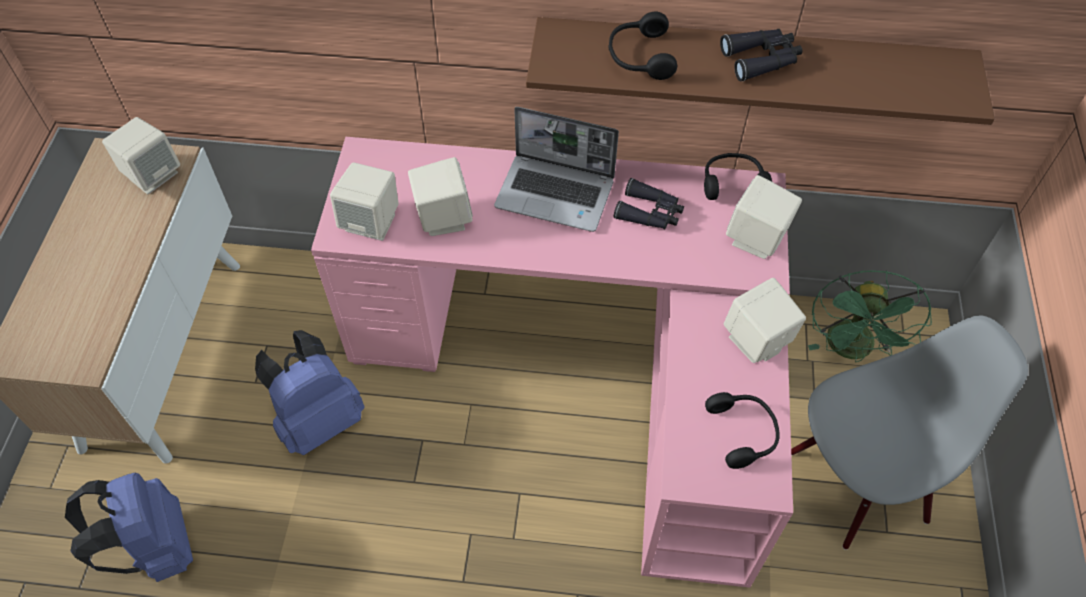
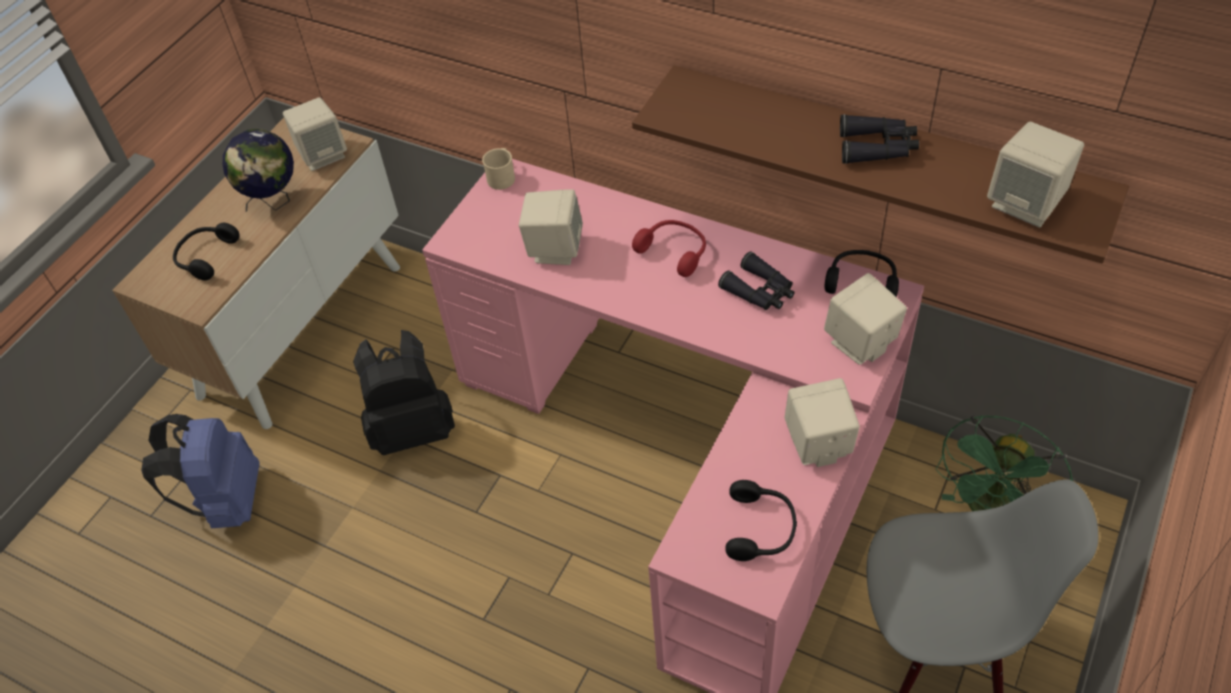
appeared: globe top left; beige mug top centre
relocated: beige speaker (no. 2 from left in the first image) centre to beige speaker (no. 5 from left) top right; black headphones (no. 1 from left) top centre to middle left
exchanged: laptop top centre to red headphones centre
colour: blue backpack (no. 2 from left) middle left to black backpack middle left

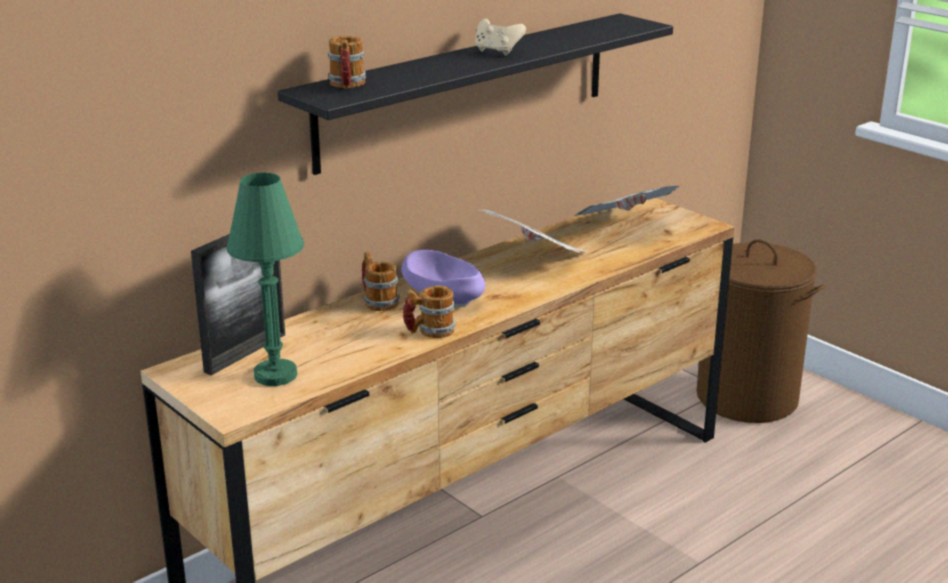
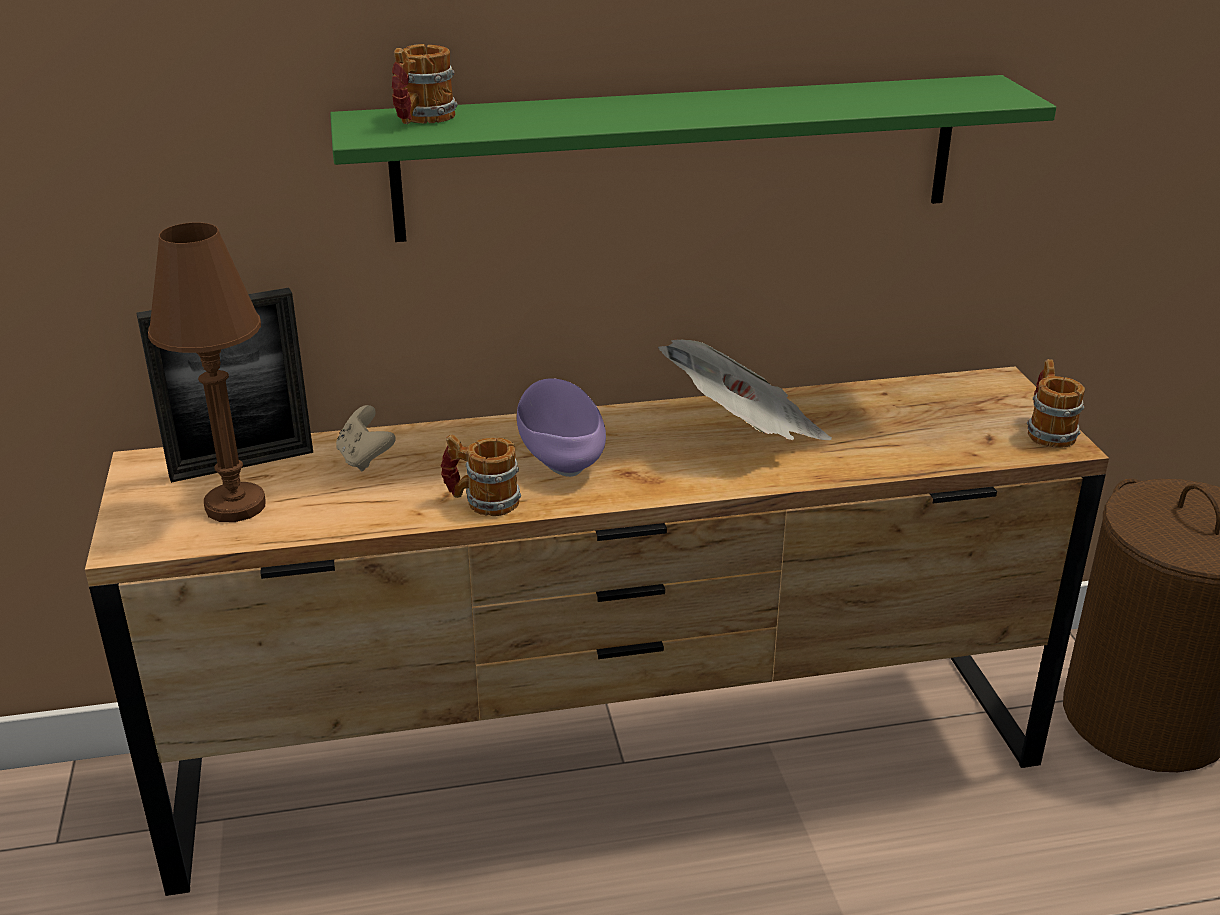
missing: newspaper (no. 2 from left) centre
relocated: mug (no. 2 from left in the first image) centre to mug (no. 3 from left) middle right; beige game controller top centre to middle left
colour: green table lamp middle left to brown table lamp middle left; black shelf top centre to green shelf top centre

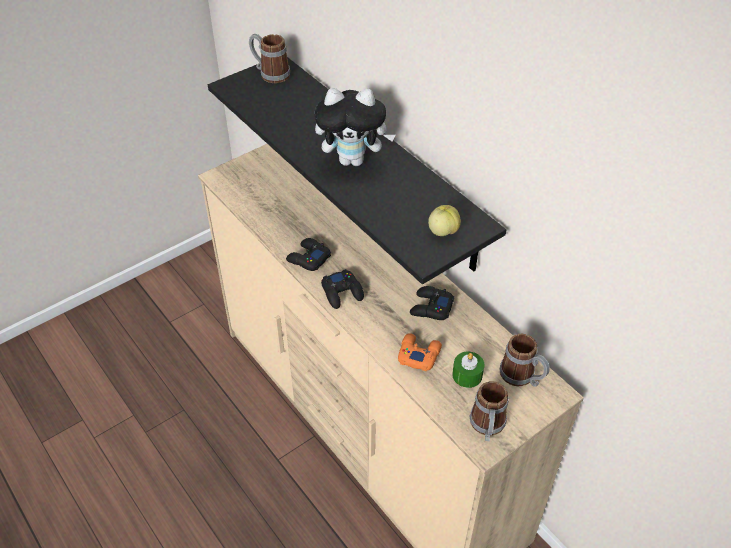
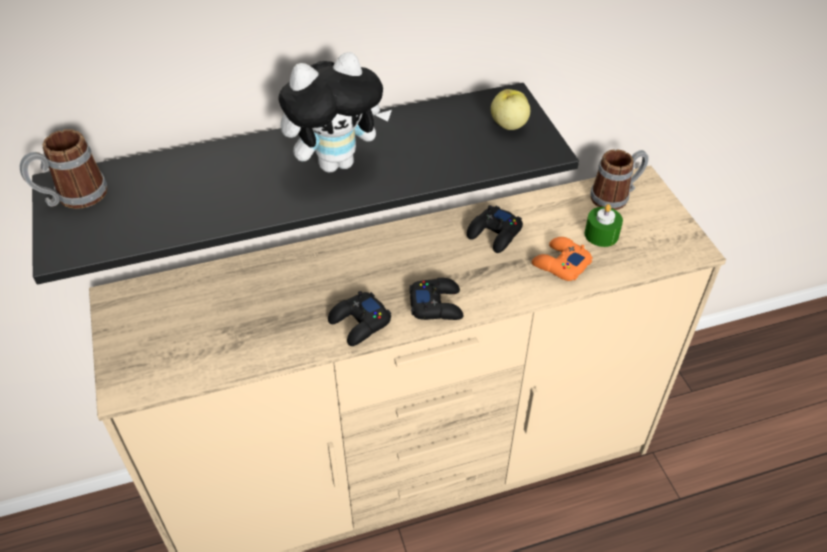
missing: mug (no. 2 from left) bottom right
spun: plush toy top centre = top centre 45 degrees clockwise

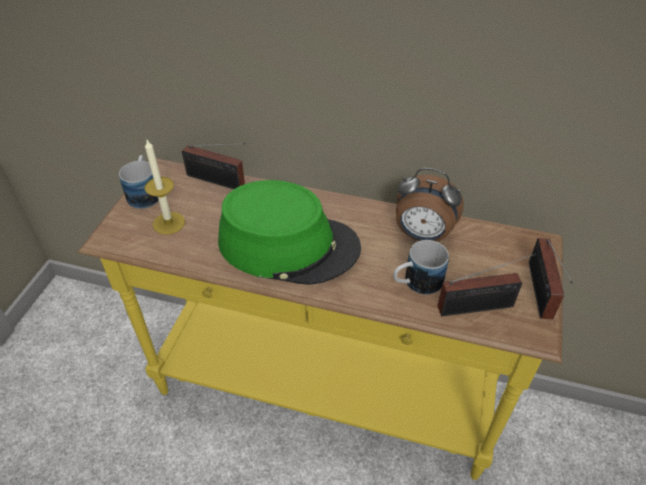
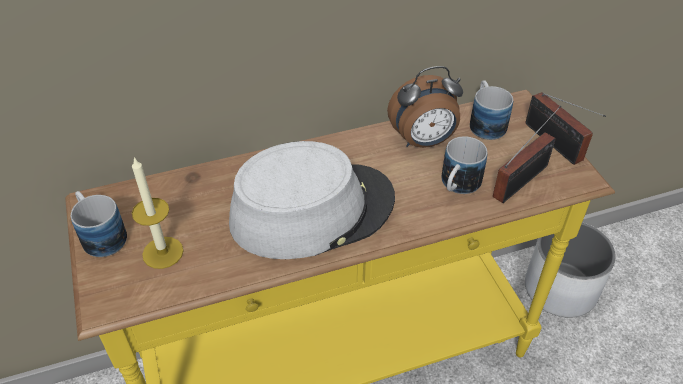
missing: radio (no. 1 from left) middle left
appeared: mug (no. 3 from left) top right; white planter bottom right
colour: green hat centre to grey hat centre

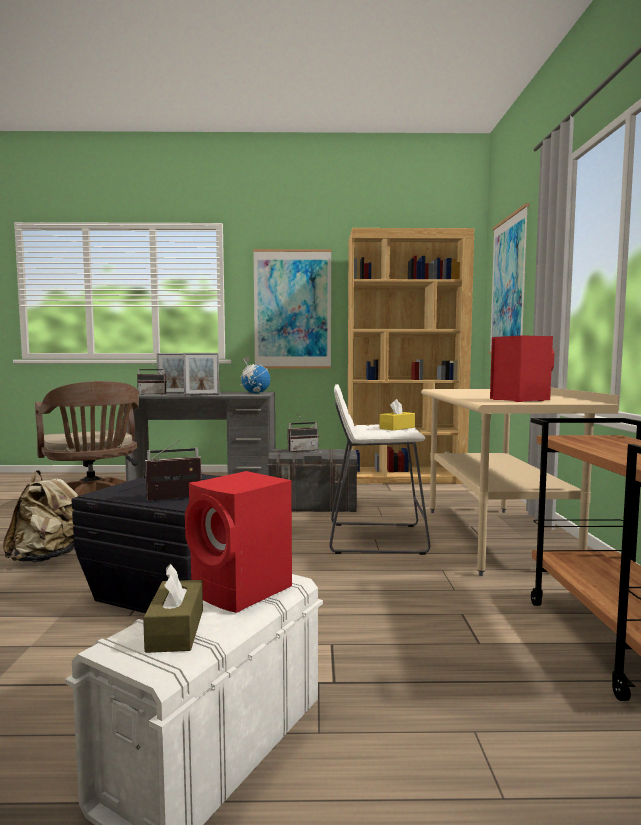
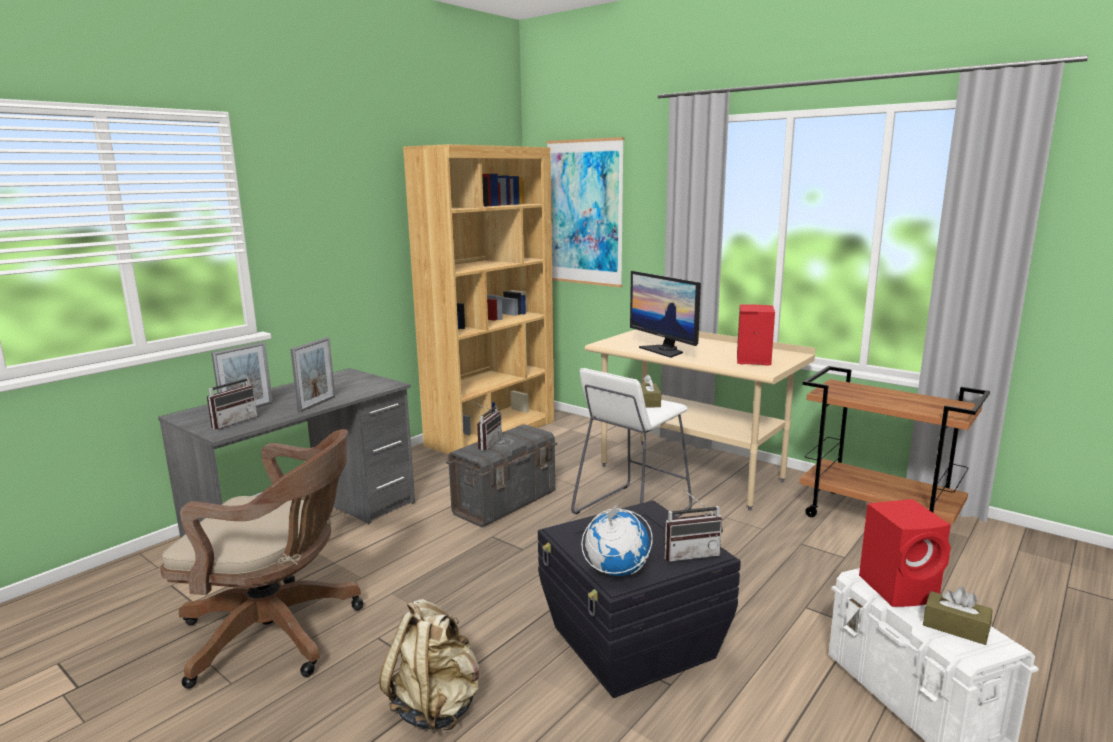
missing: picture (no. 1 from left) centre
appeared: monitor centre
relocated: globe centre to bottom centre
colour: yellow tissue box centre to brown tissue box (no. 1 from left) centre
spun: radio (no. 2 from left in the first image) middle left = bottom centre 120 degrees counterclockwise

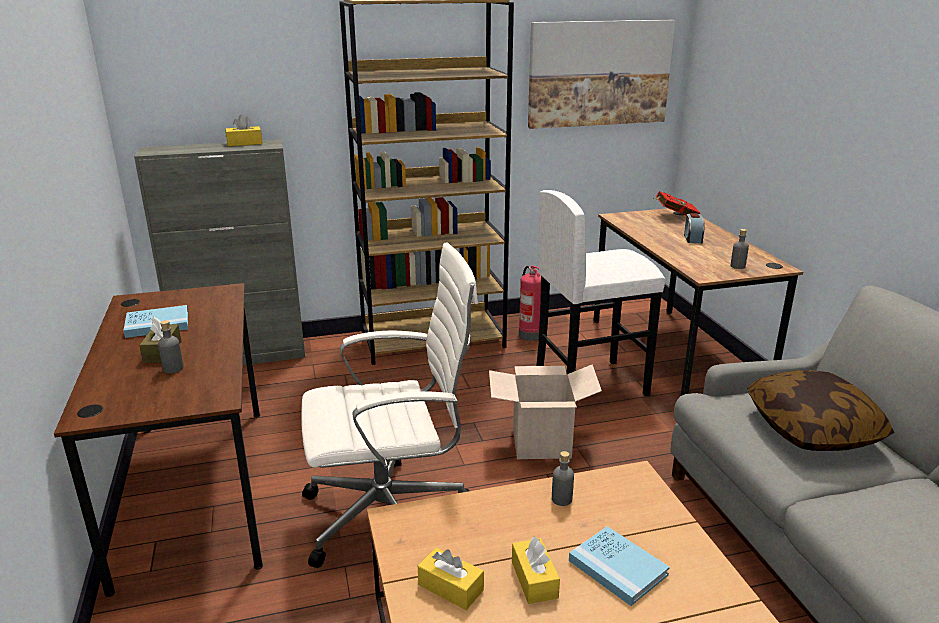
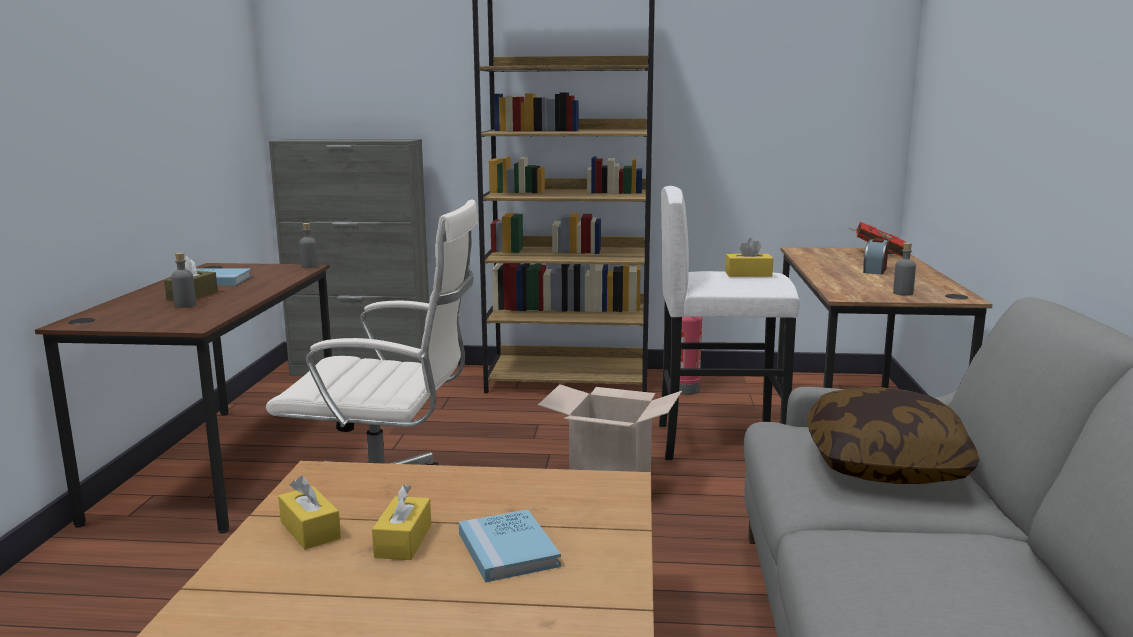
missing: picture top centre
relocated: yellow tissue box (no. 1 from left in the first image) top left to yellow tissue box (no. 3 from left) centre; grey bottle (no. 2 from left) bottom centre to middle left

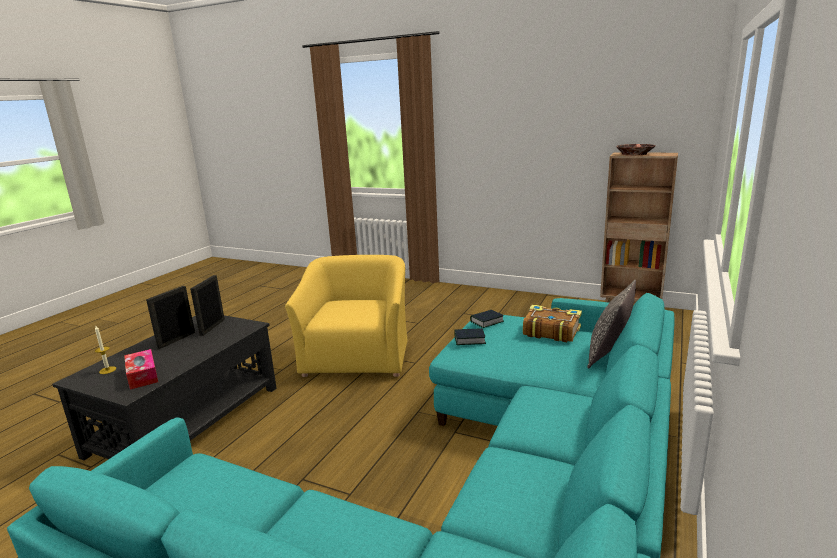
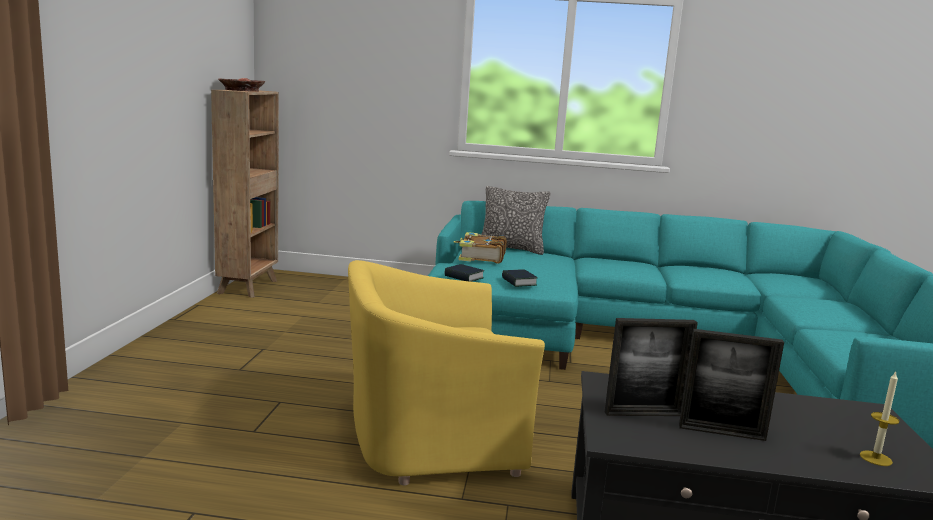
missing: tissue box middle left

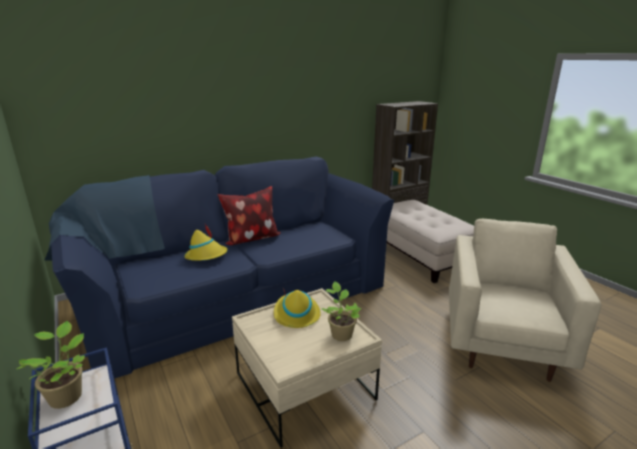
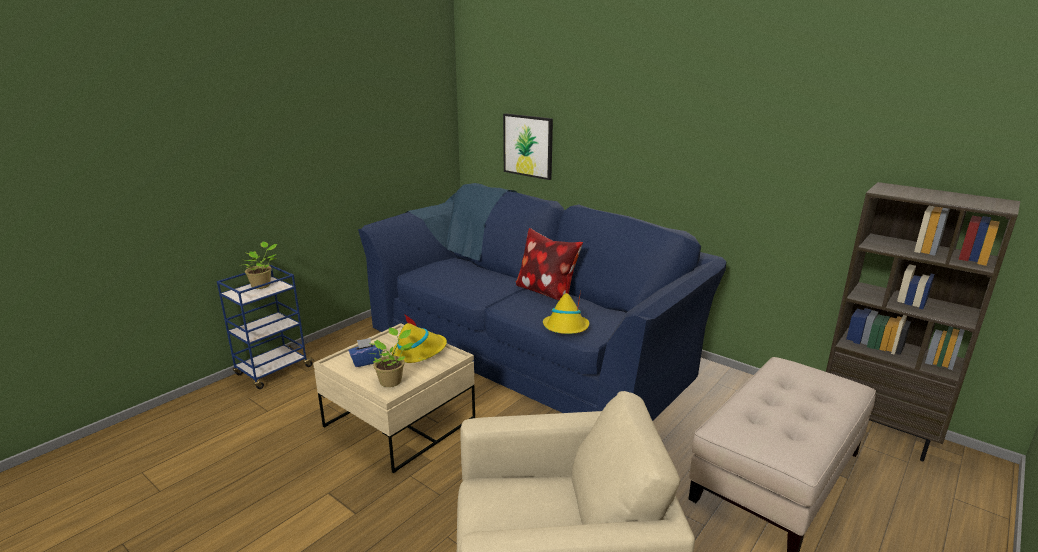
appeared: blue tissue box centre; picture top centre
relocated: yellow hat (no. 1 from left in the first image) middle left to yellow hat (no. 2 from left) centre

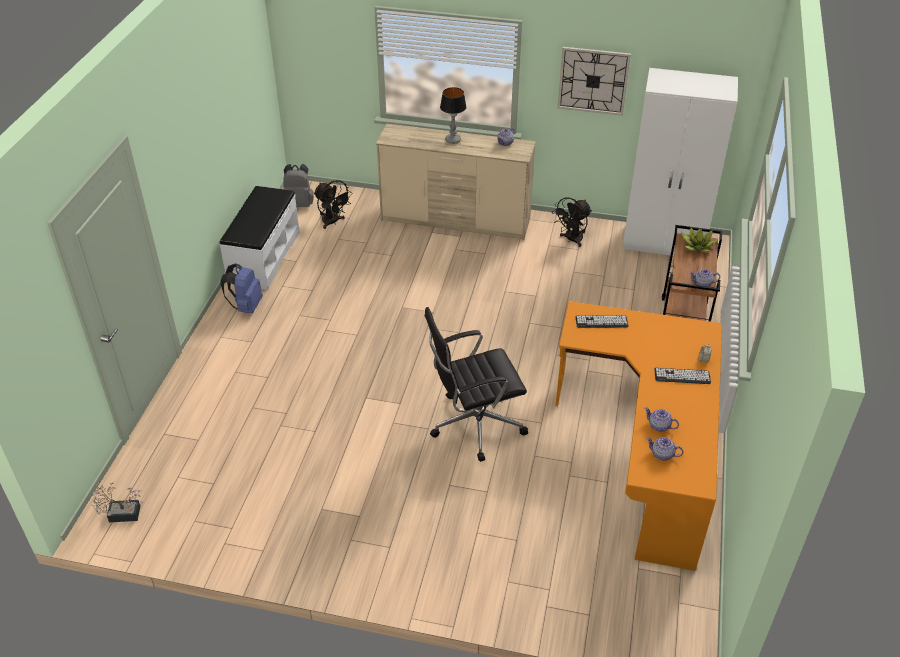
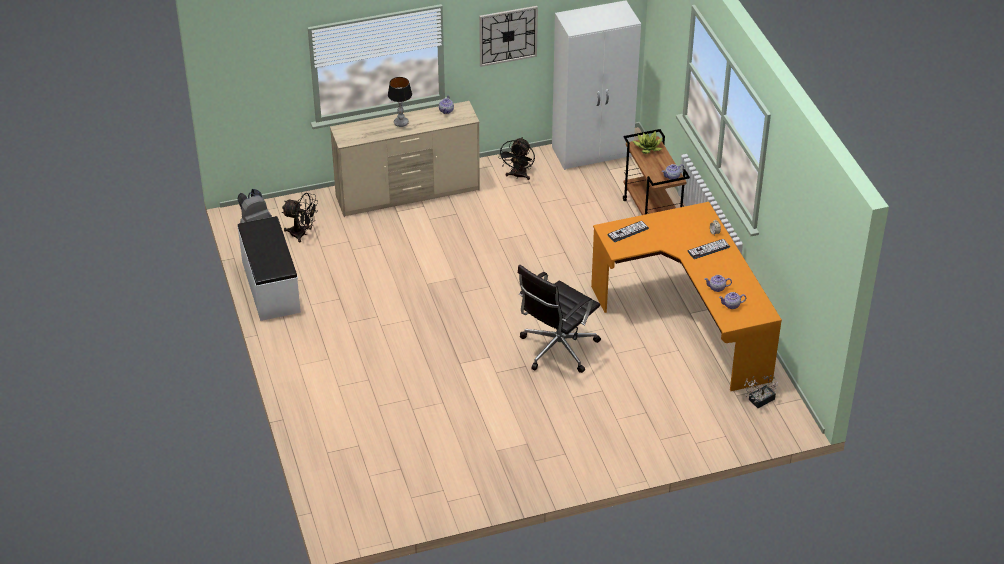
missing: blue backpack middle left
relocated: potted plant (no. 1 from left in the first image) bottom left to potted plant (no. 2 from left) bottom right

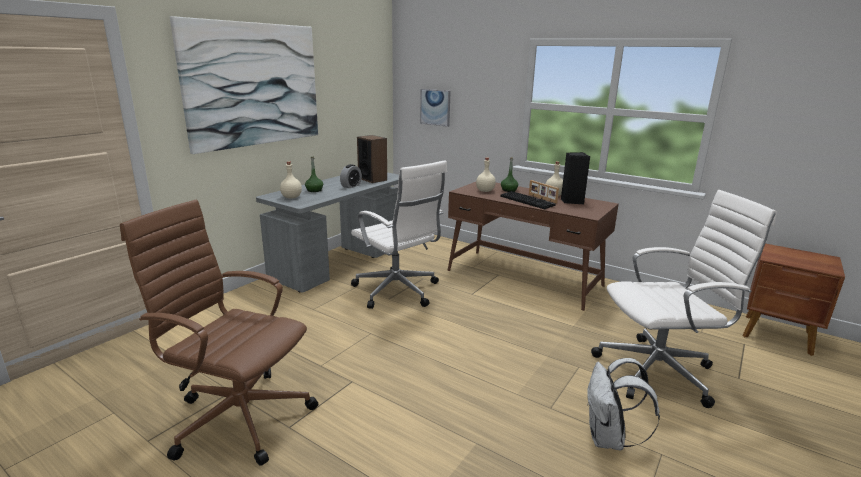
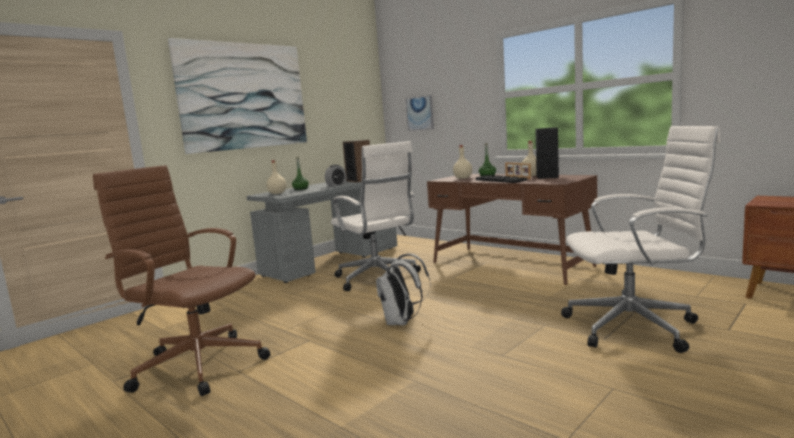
relocated: white backpack bottom right to centre

